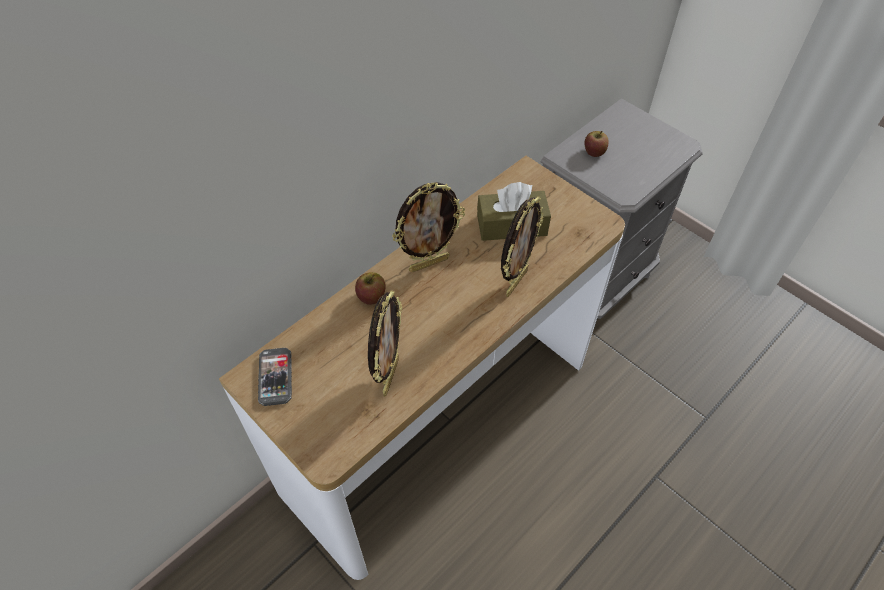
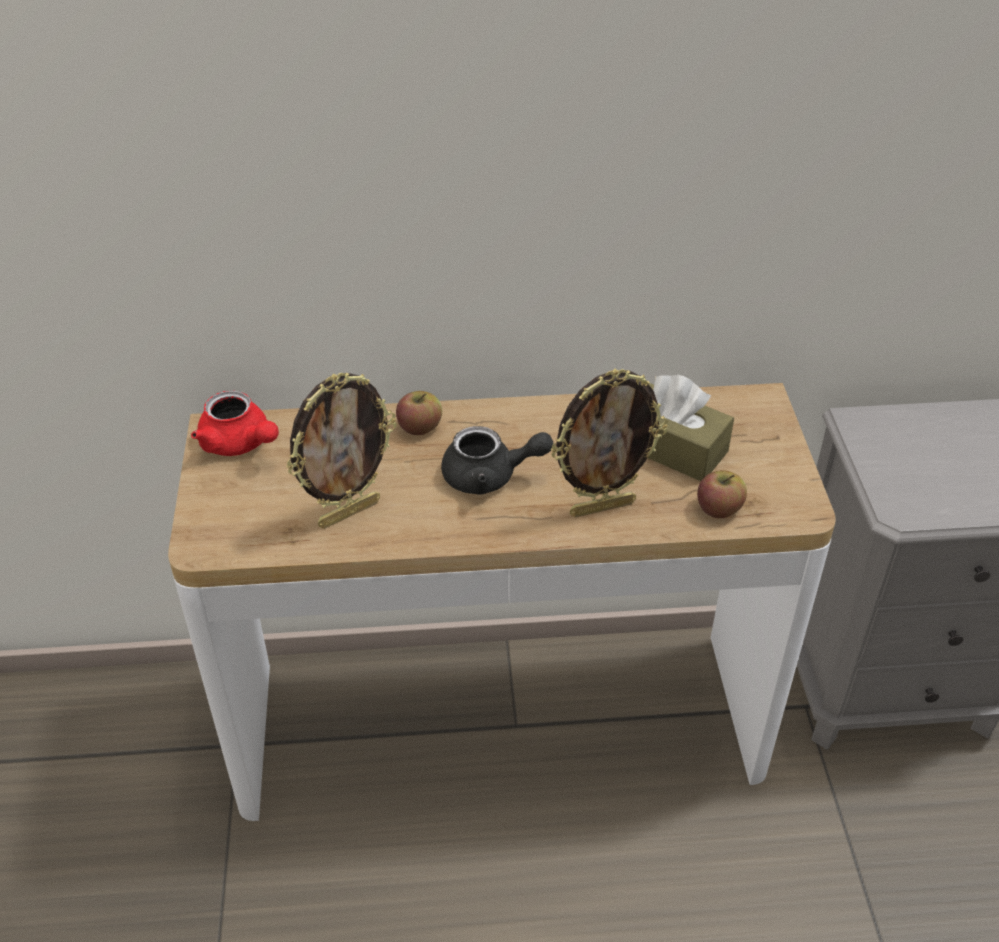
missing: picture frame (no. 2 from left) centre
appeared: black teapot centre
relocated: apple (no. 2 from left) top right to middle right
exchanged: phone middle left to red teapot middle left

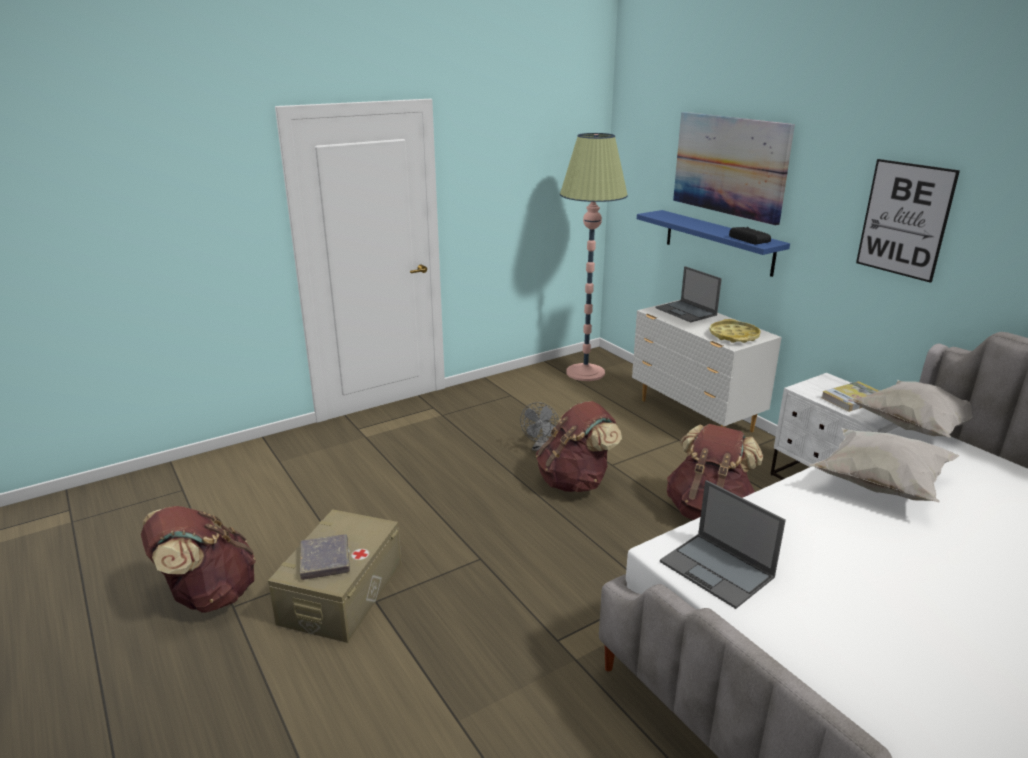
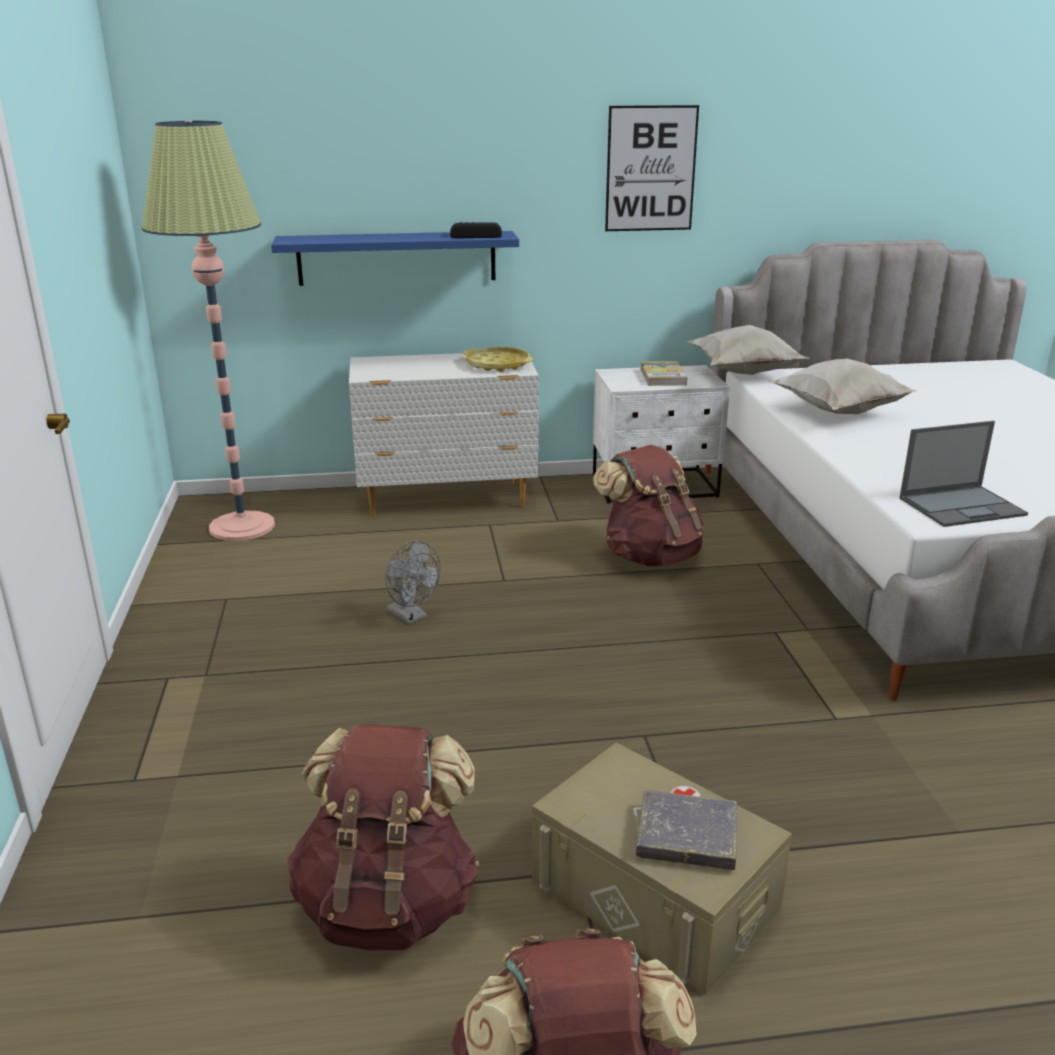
missing: laptop (no. 1 from left) middle right; picture (no. 1 from left) top right
relocated: brown backpack (no. 2 from left in the first image) centre to brown backpack (no. 1 from left) bottom centre

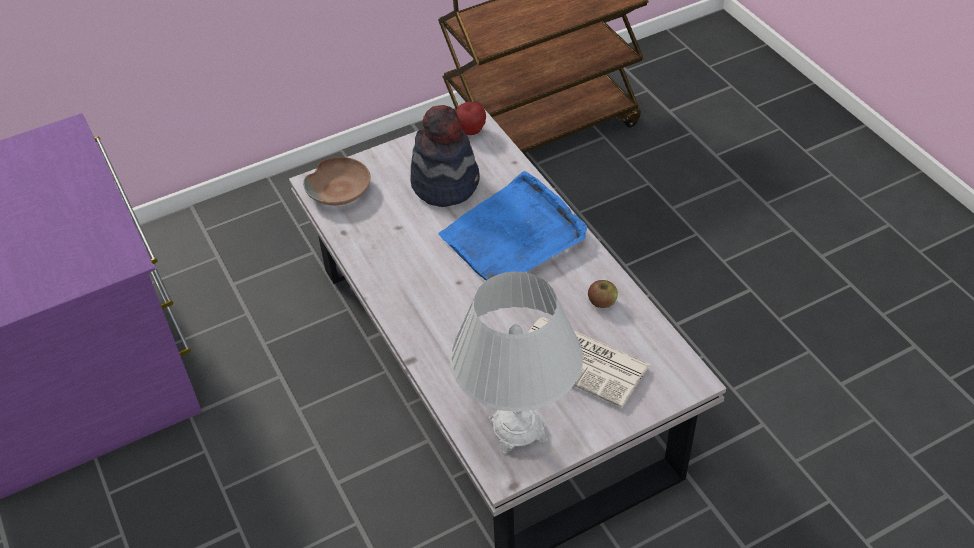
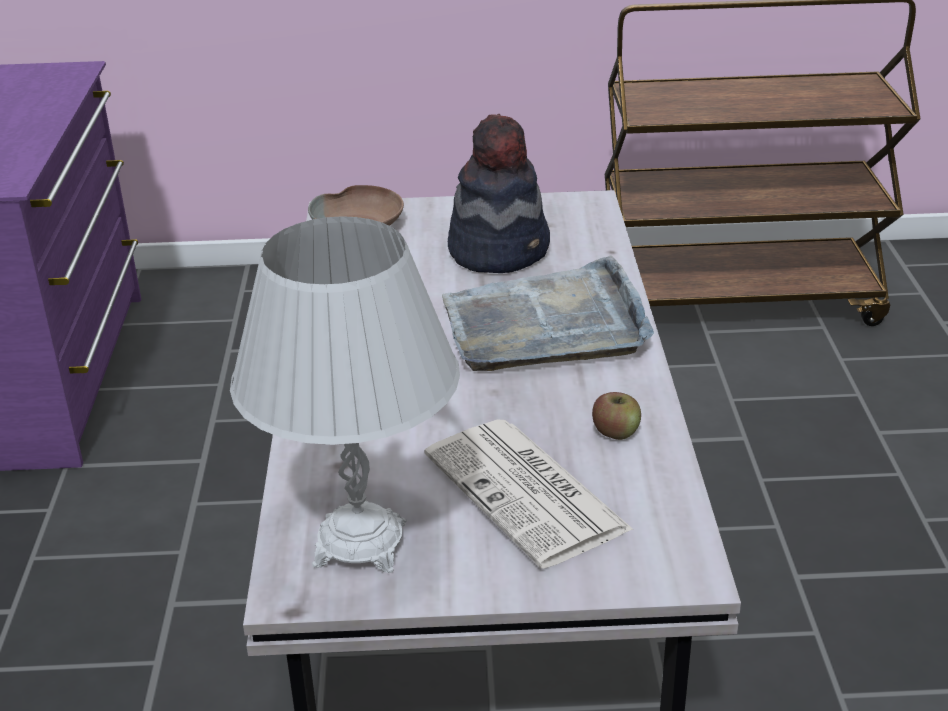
missing: apple (no. 1 from left) top centre
colour: blue tray centre to grey tray centre

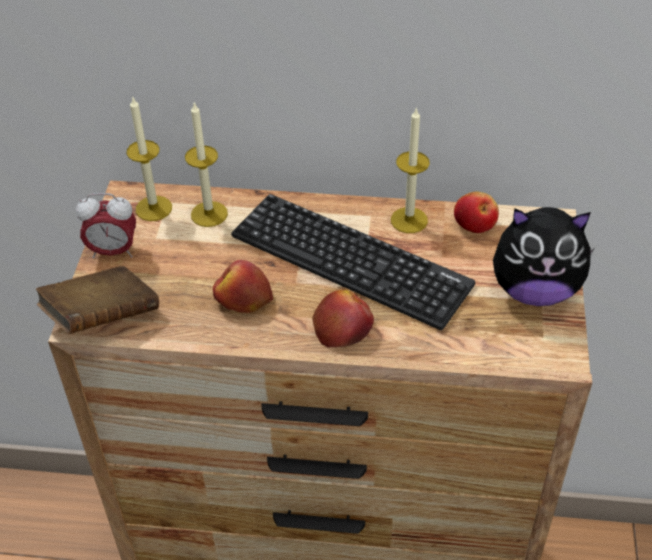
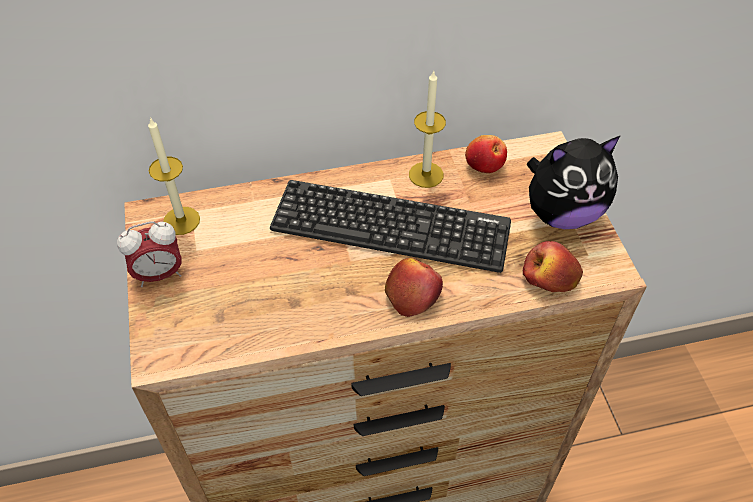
missing: brown book middle left; candle (no. 2 from left) top left
relocated: apple (no. 1 from left in the first image) centre to apple (no. 3 from left) middle right

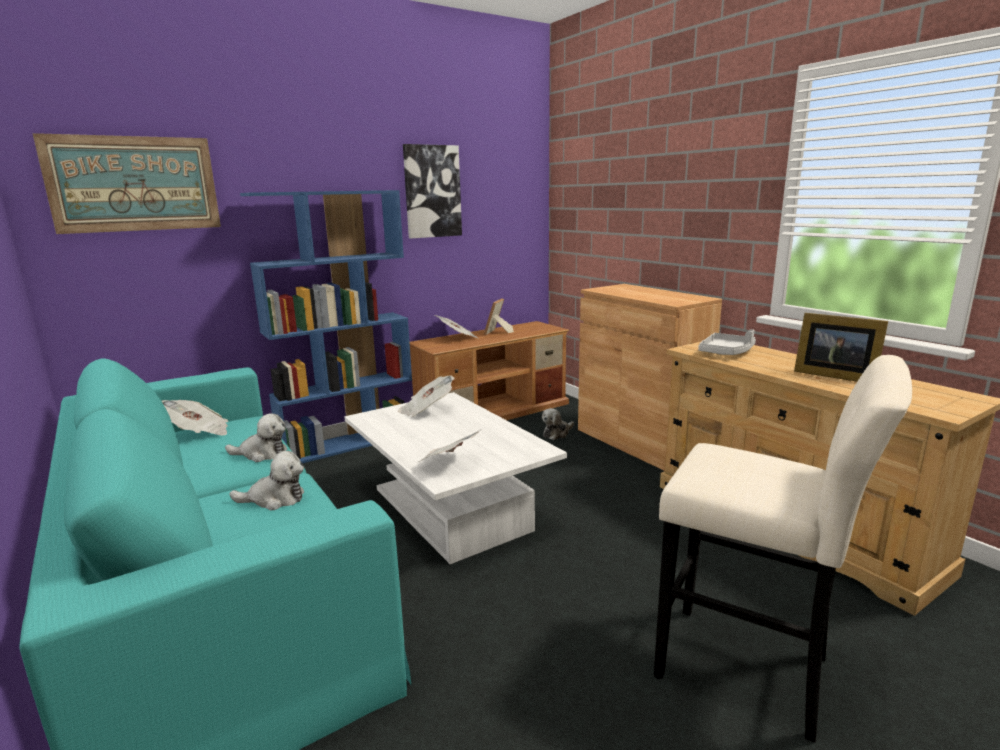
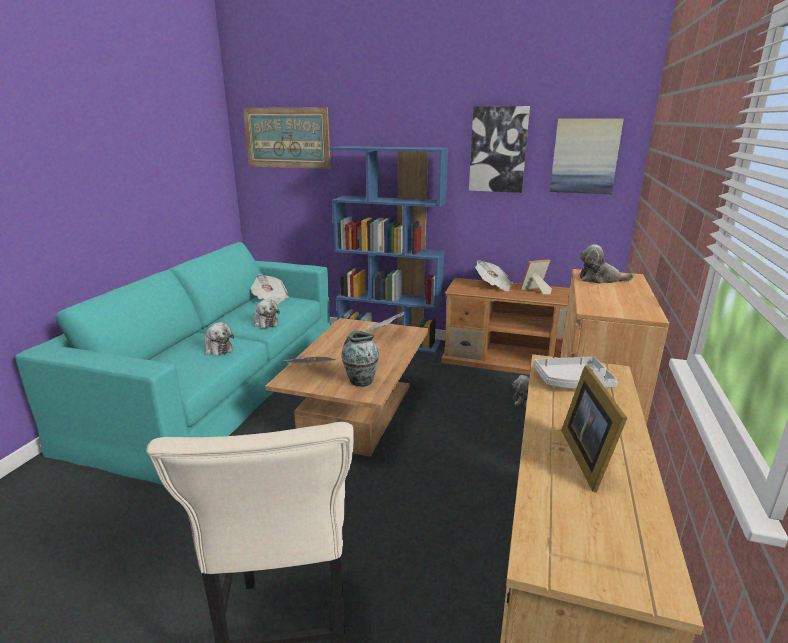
appeared: vase centre; picture (no. 3 from left) top right; plush toy (no. 4 from left) middle right
colour: white coffee table centre to brown coffee table centre

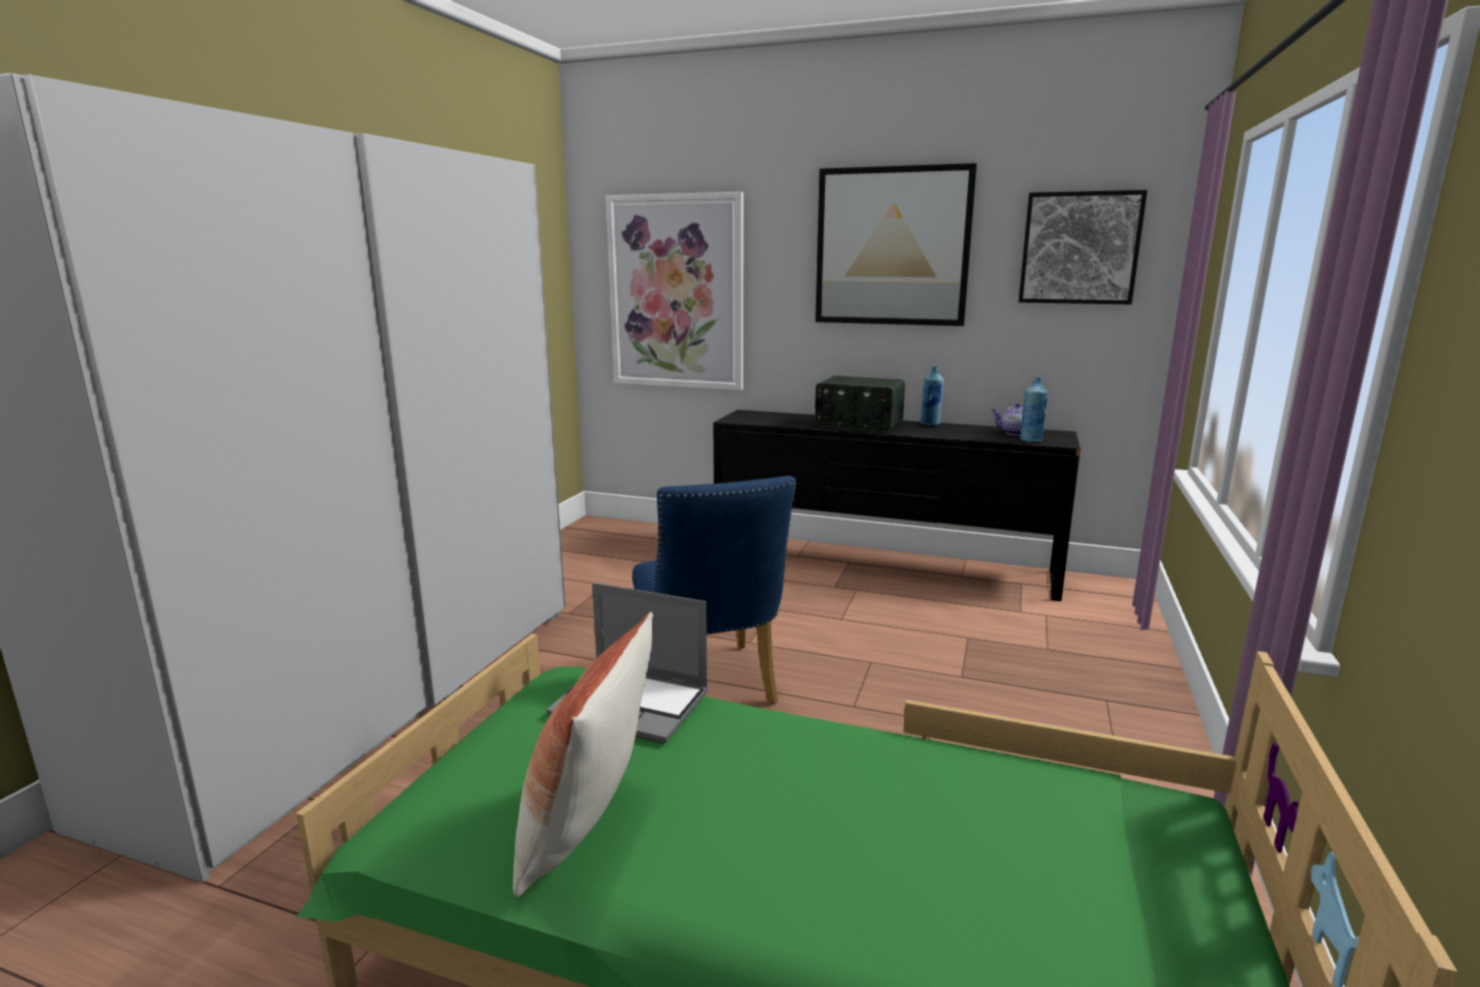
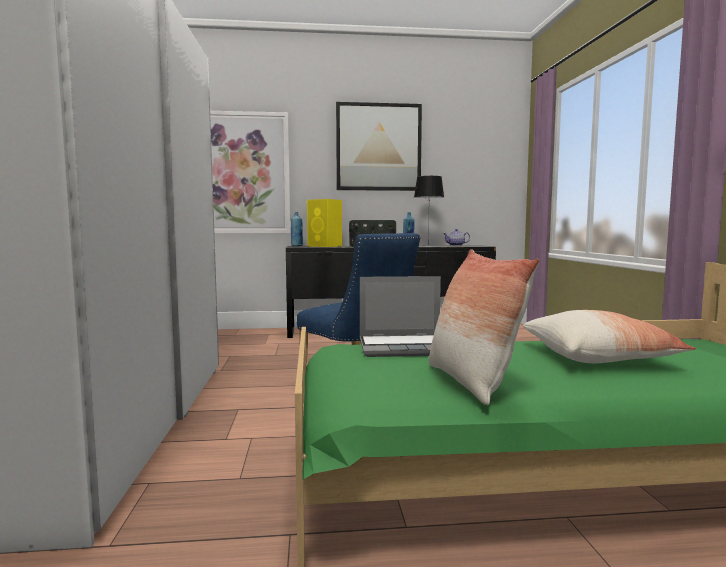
missing: picture (no. 3 from left) top right
appeared: yellow speaker centre; table lamp centre; pillow (no. 2 from left) middle right
relocated: blue bottle (no. 2 from left in the first image) middle right to blue bottle (no. 1 from left) centre

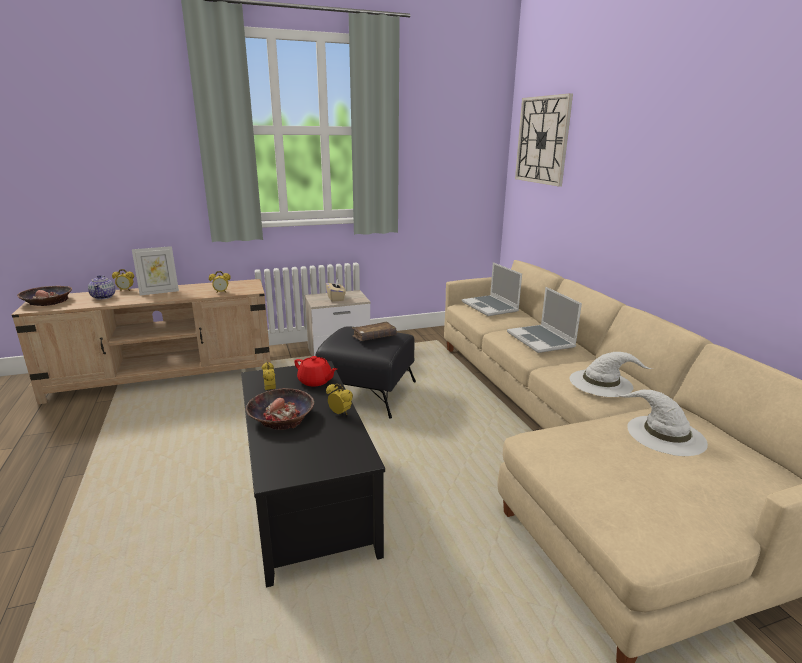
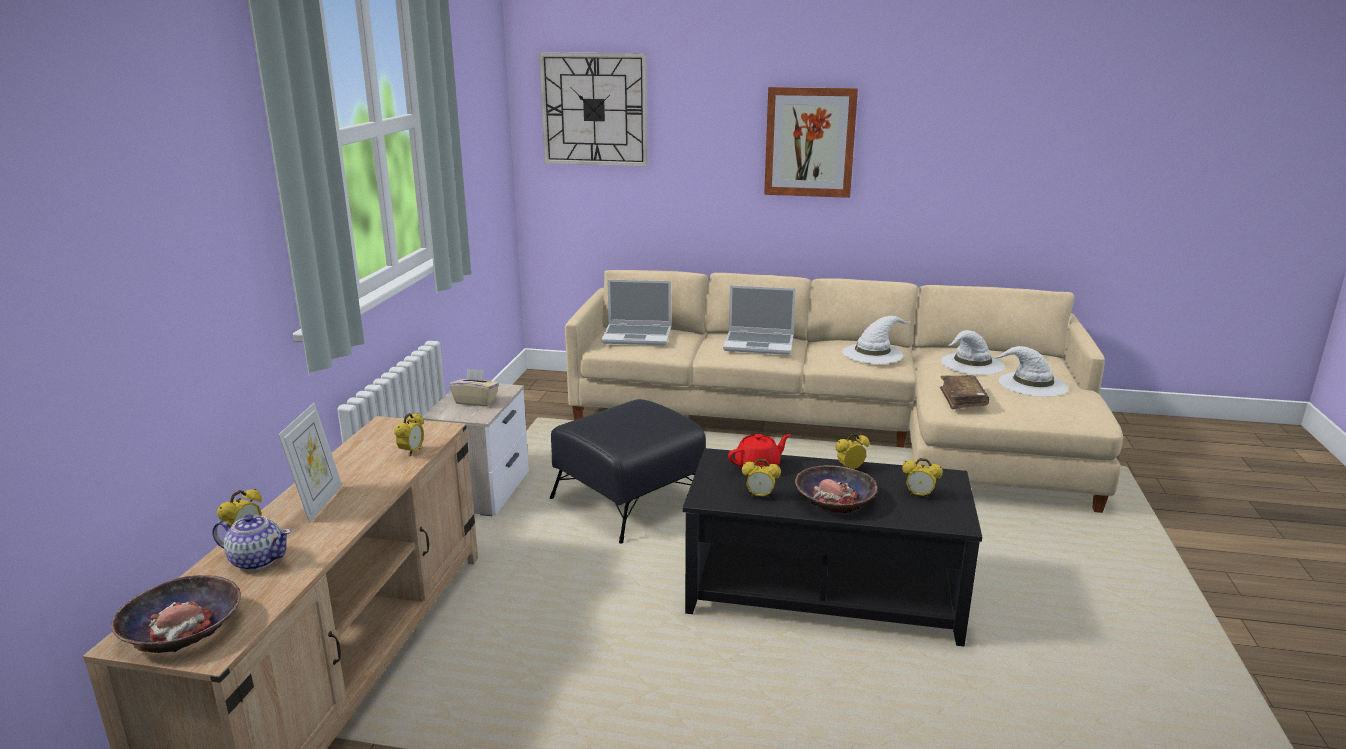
appeared: picture top centre; alarm clock (no. 5 from left) middle right; white hat (no. 3 from left) middle right
relocated: brown book centre to middle right

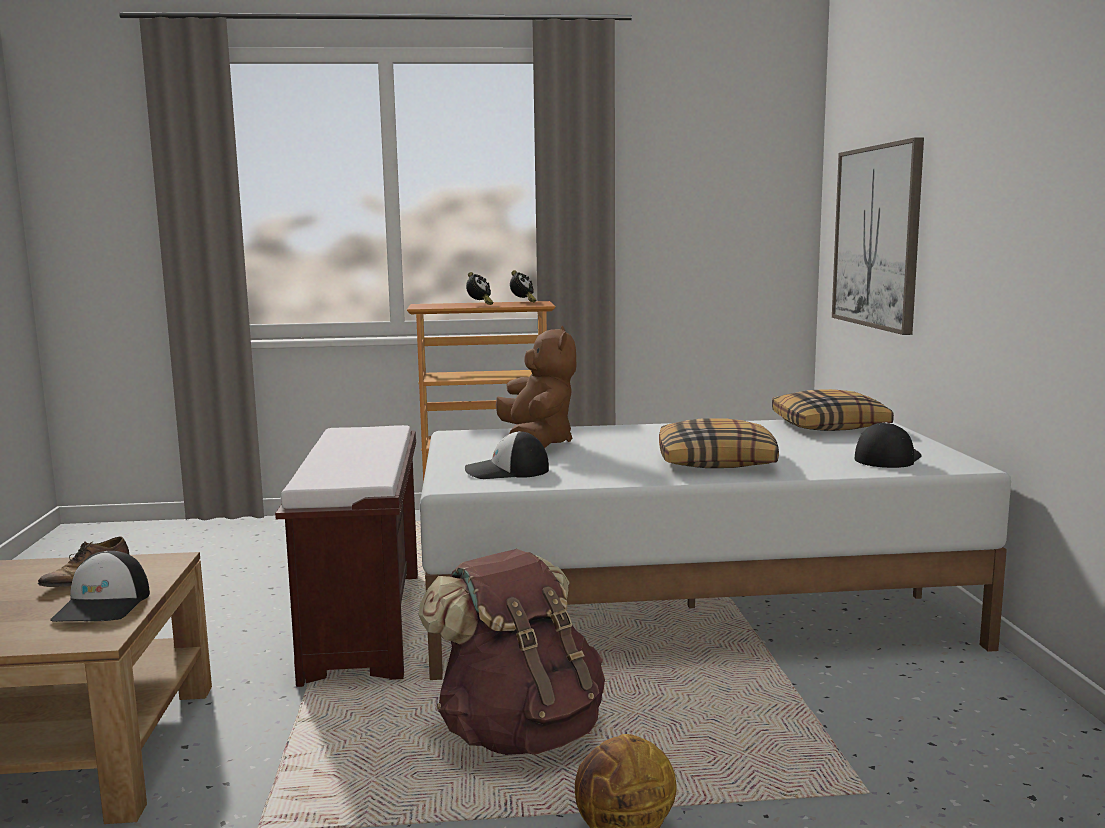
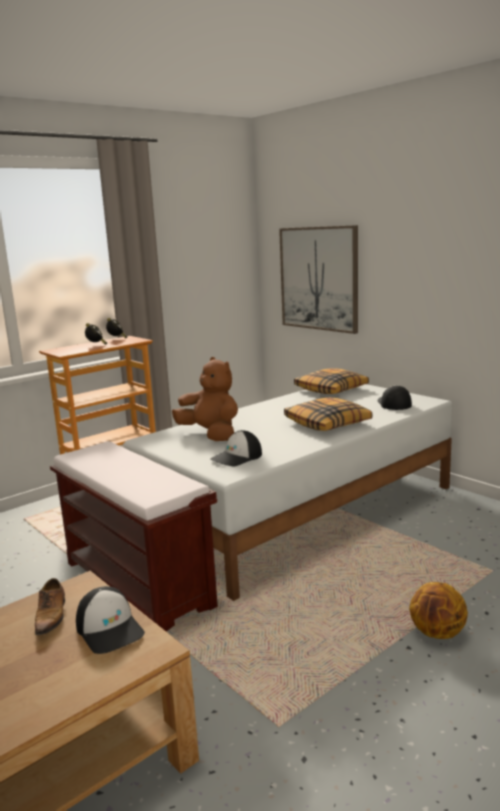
missing: brown backpack bottom centre

